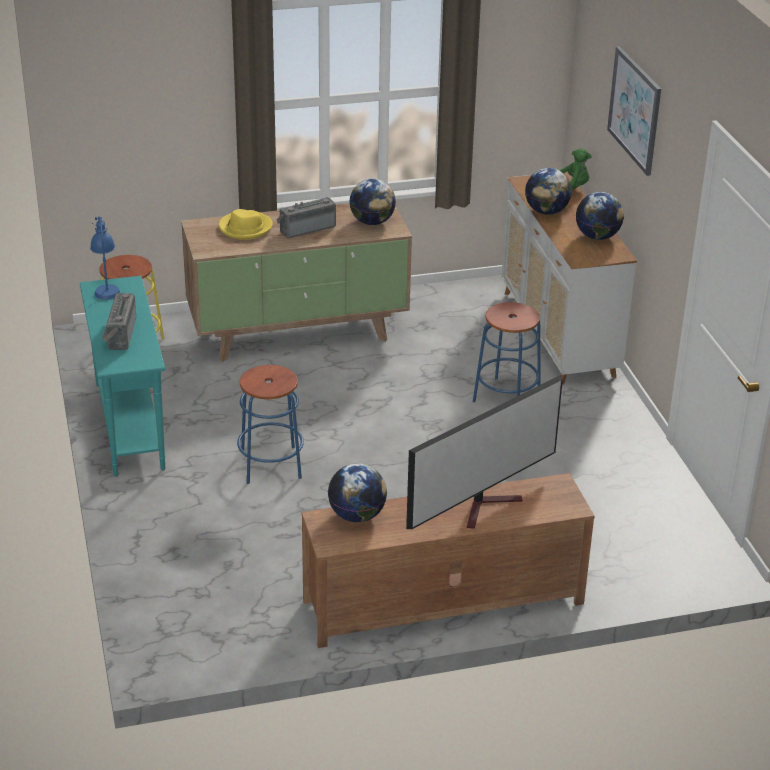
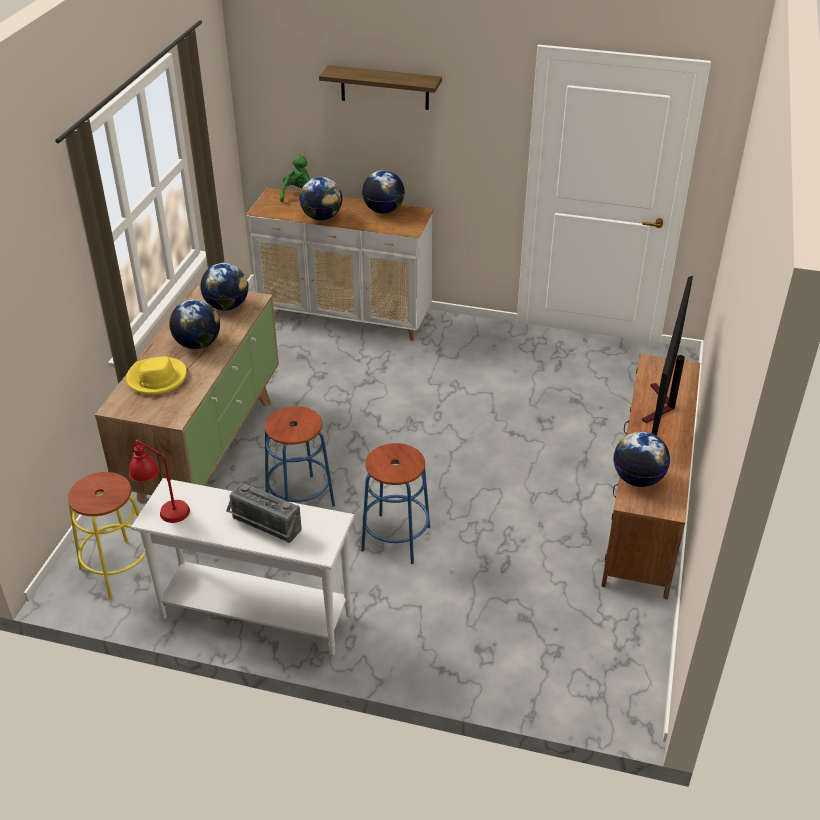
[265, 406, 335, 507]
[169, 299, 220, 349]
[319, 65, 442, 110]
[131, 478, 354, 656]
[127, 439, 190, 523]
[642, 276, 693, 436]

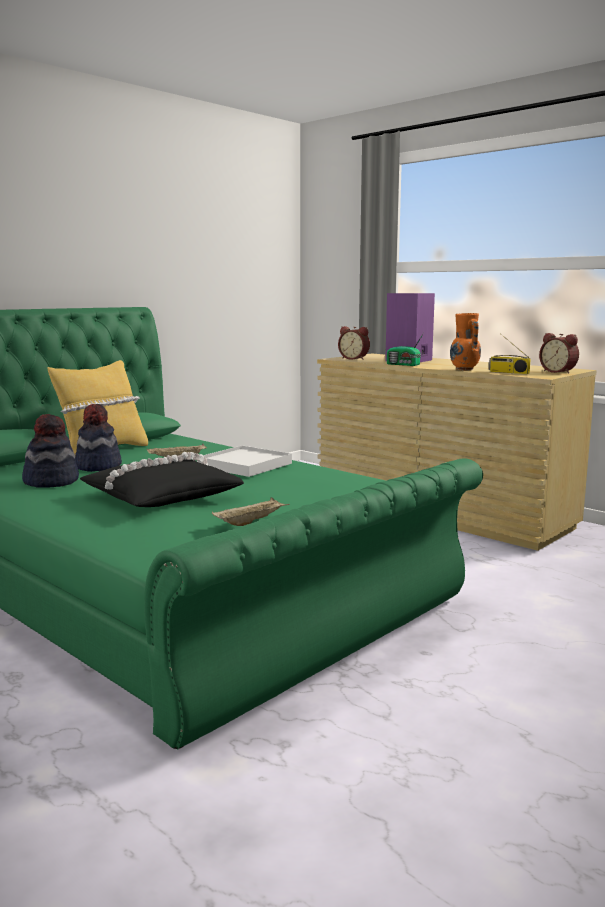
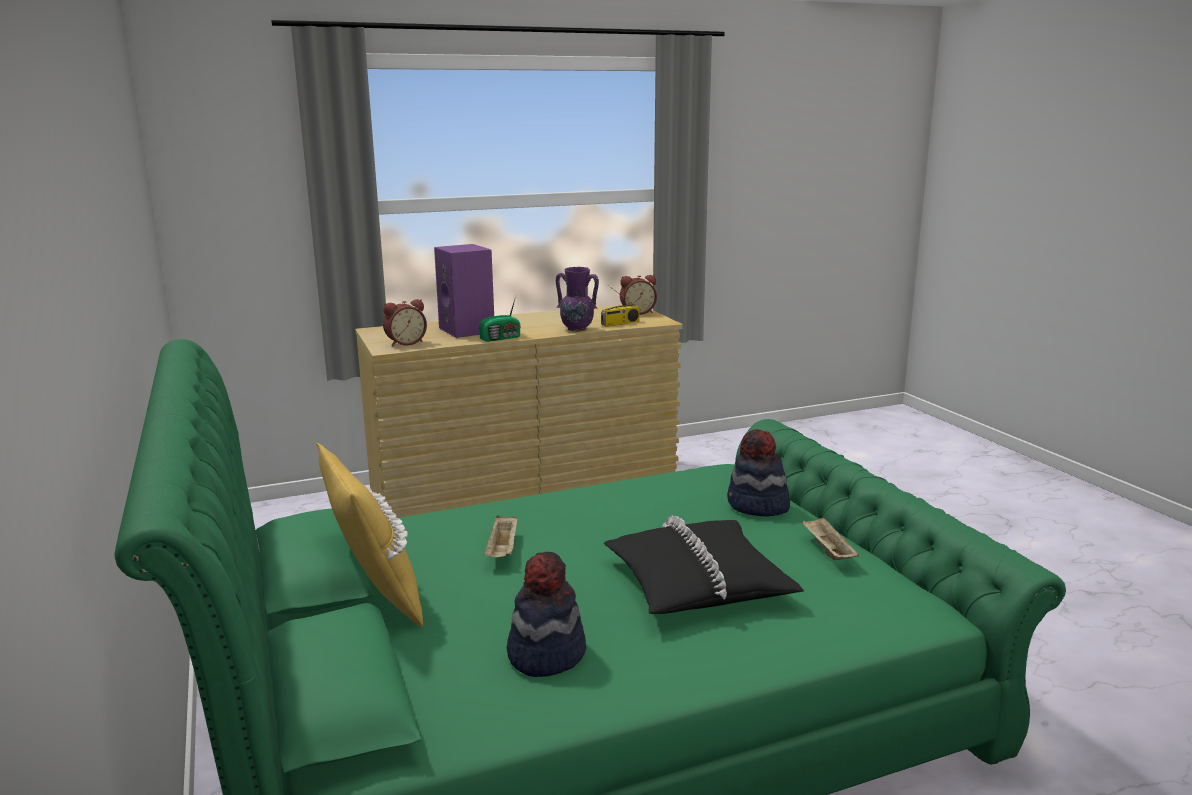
[199, 445, 292, 477] (first image)
[727, 430, 790, 516]
[556, 267, 599, 332]

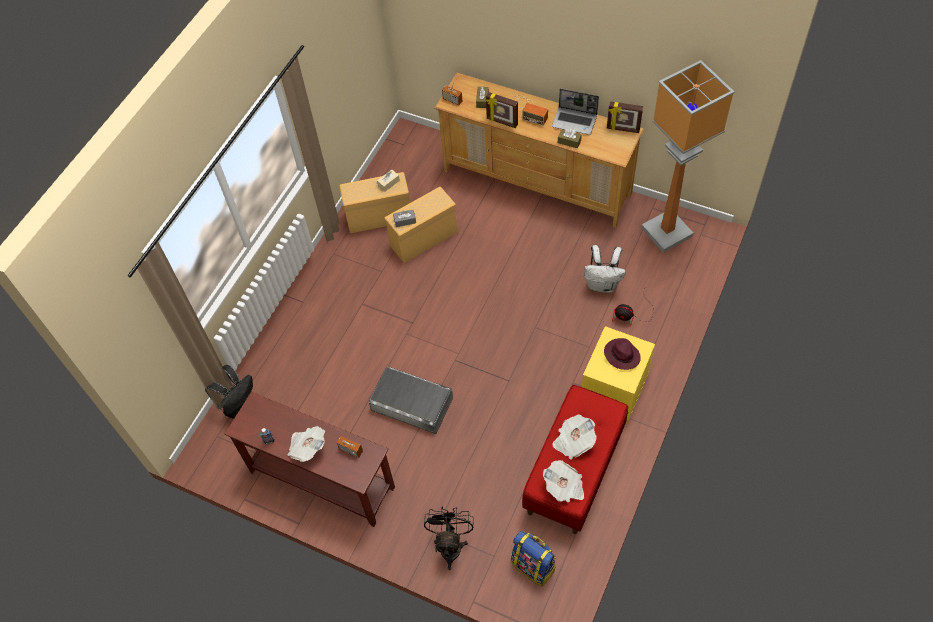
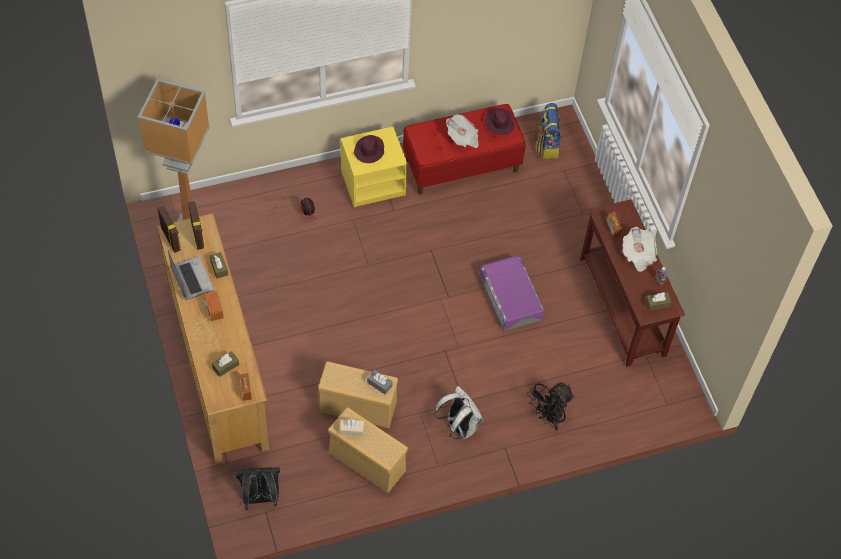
[645, 292, 671, 311]
[235, 467, 280, 510]
[527, 382, 575, 430]
[188, 201, 204, 250]
[434, 386, 483, 439]
[485, 109, 515, 135]
[479, 256, 545, 331]

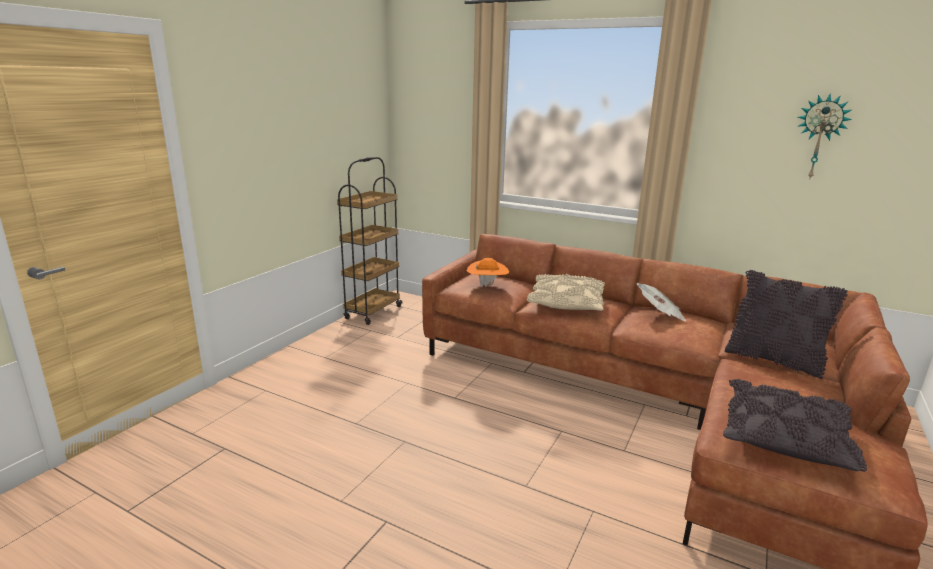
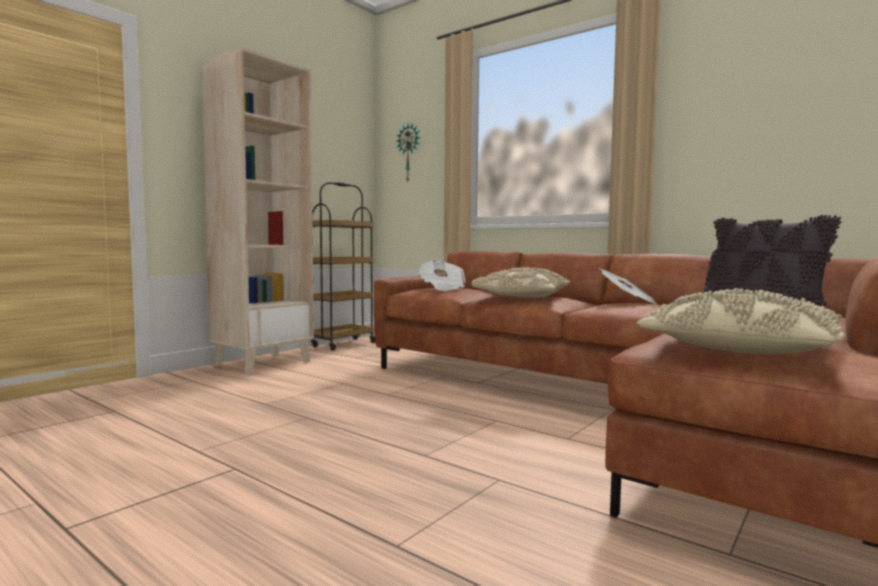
[201, 47, 314, 375]
[396, 123, 421, 182]
[418, 260, 465, 291]
[637, 288, 845, 354]

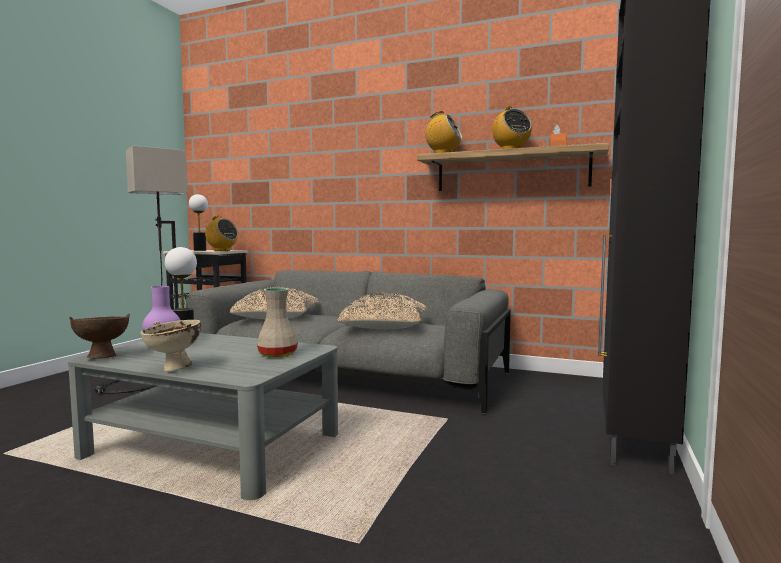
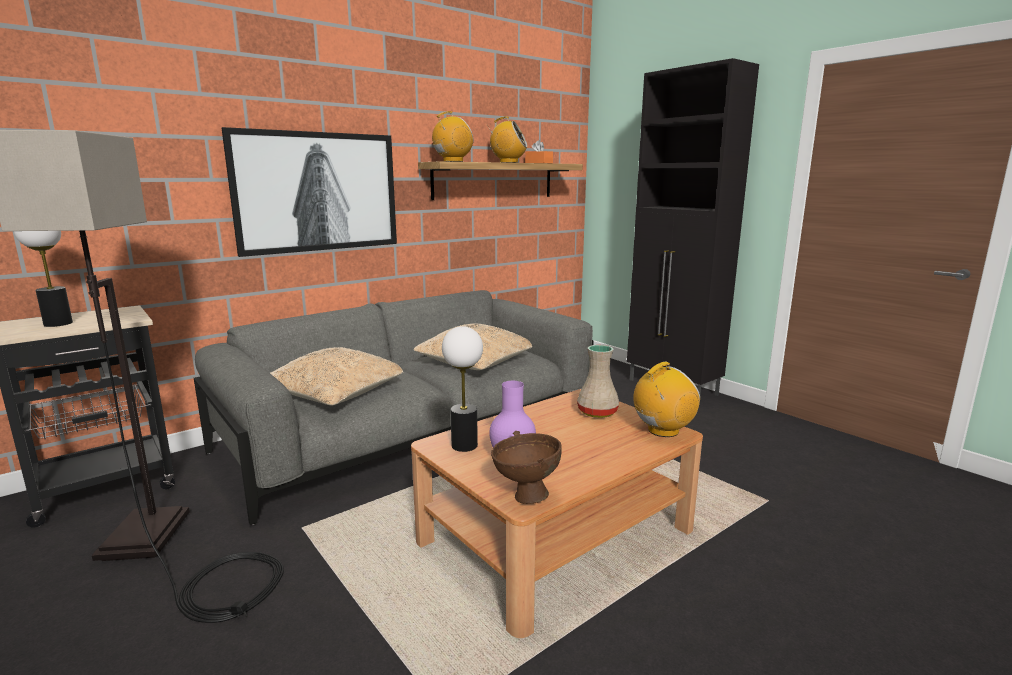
[140, 320, 201, 371] (first image)
[221, 127, 397, 257]
[633, 362, 700, 437]
[411, 389, 703, 638]

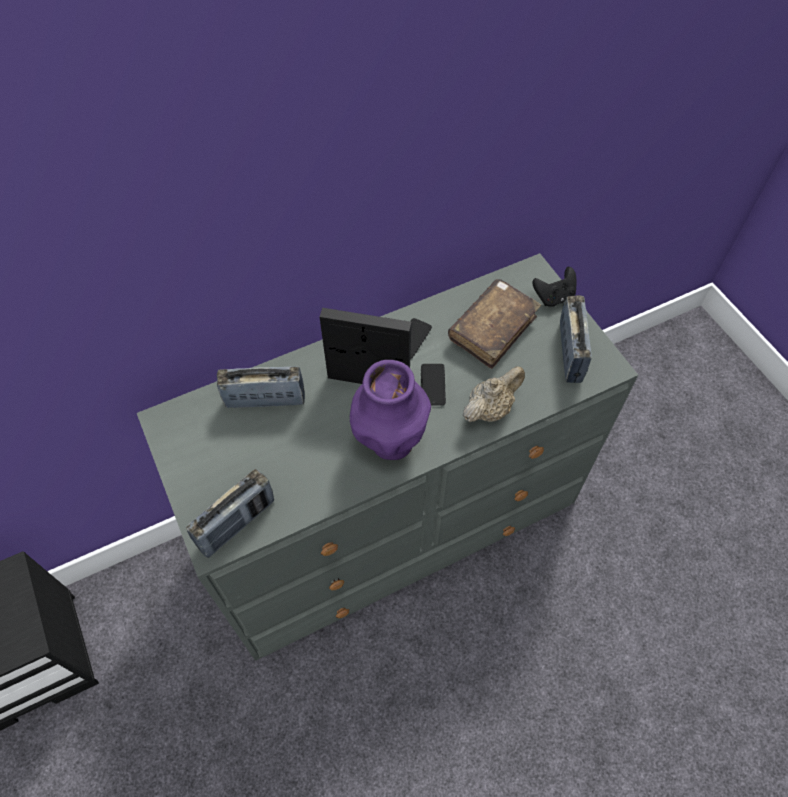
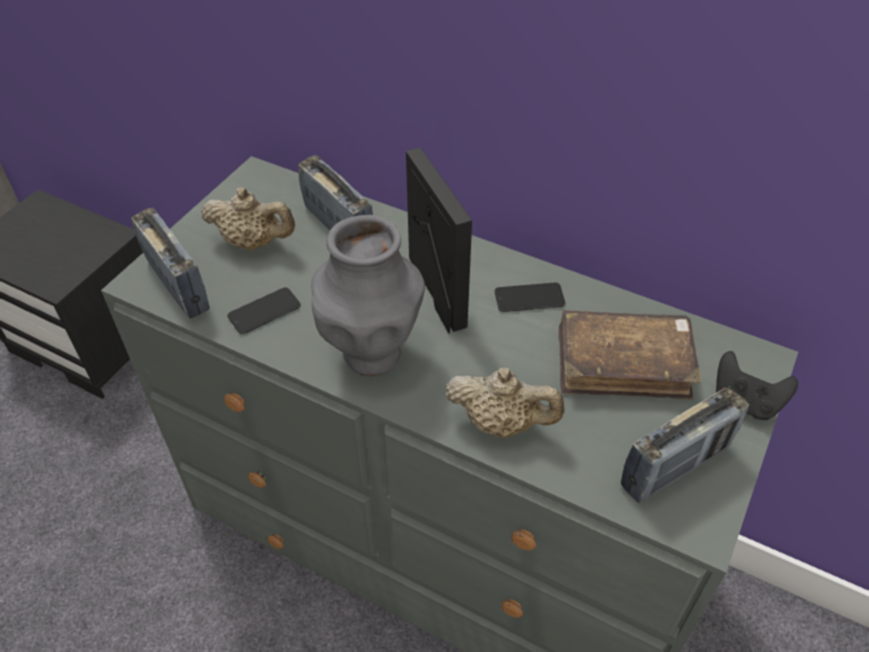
[201, 187, 295, 250]
[227, 287, 301, 334]
[311, 215, 425, 376]
[131, 208, 210, 319]

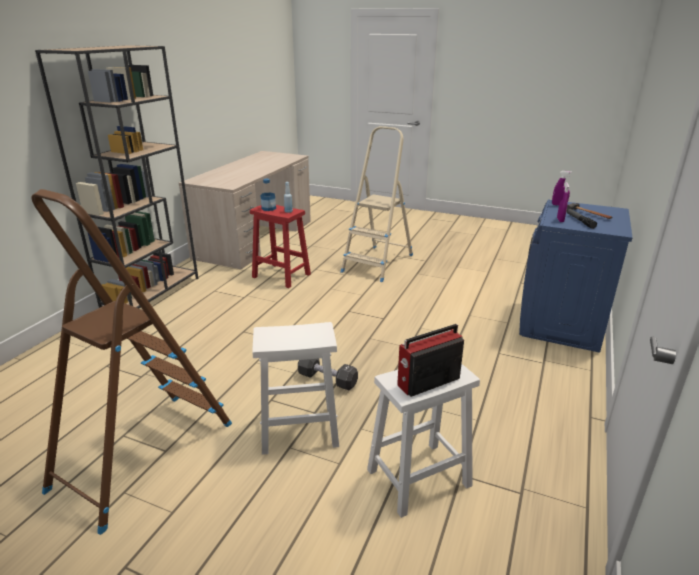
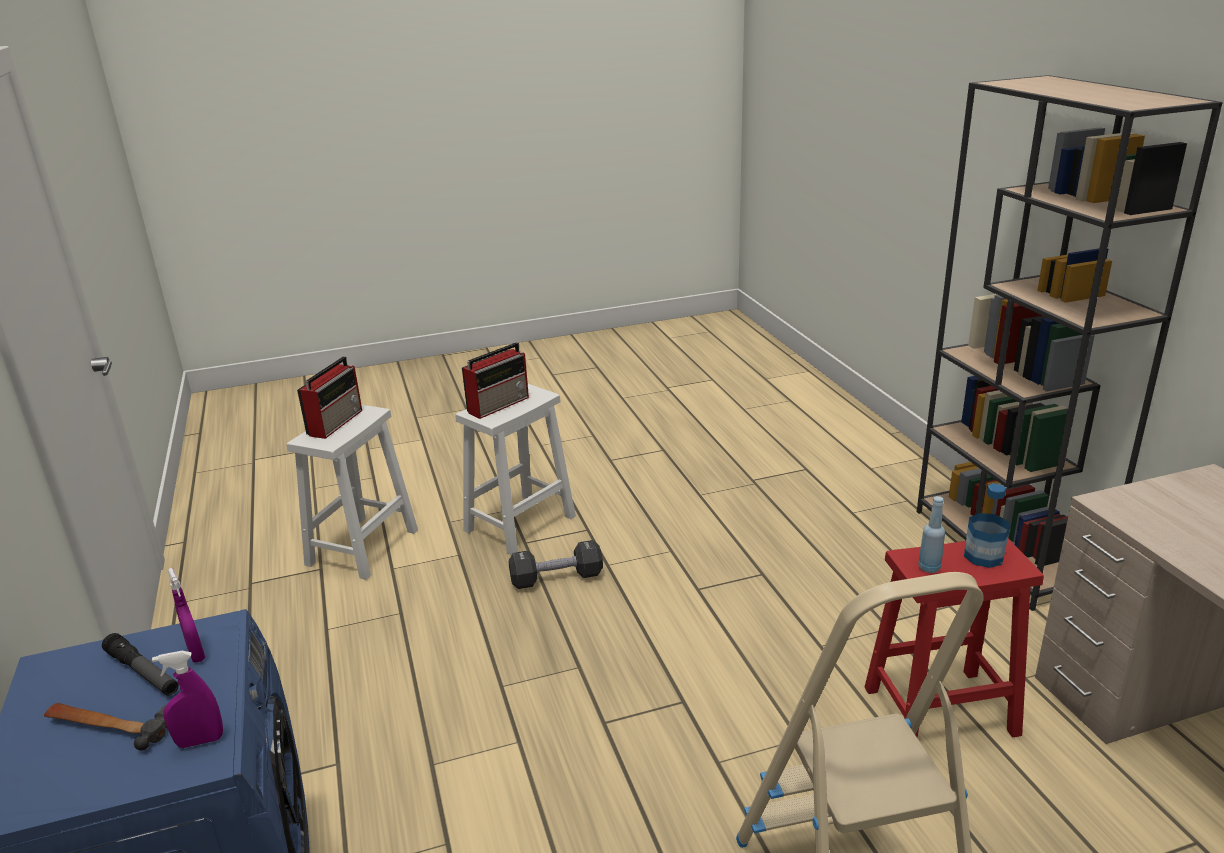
[32, 189, 232, 535] (first image)
[462, 342, 529, 419]

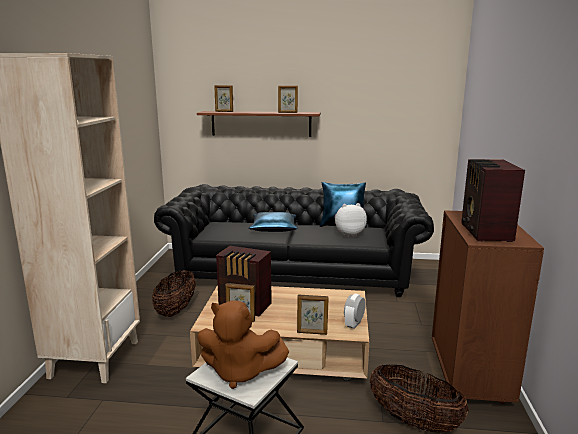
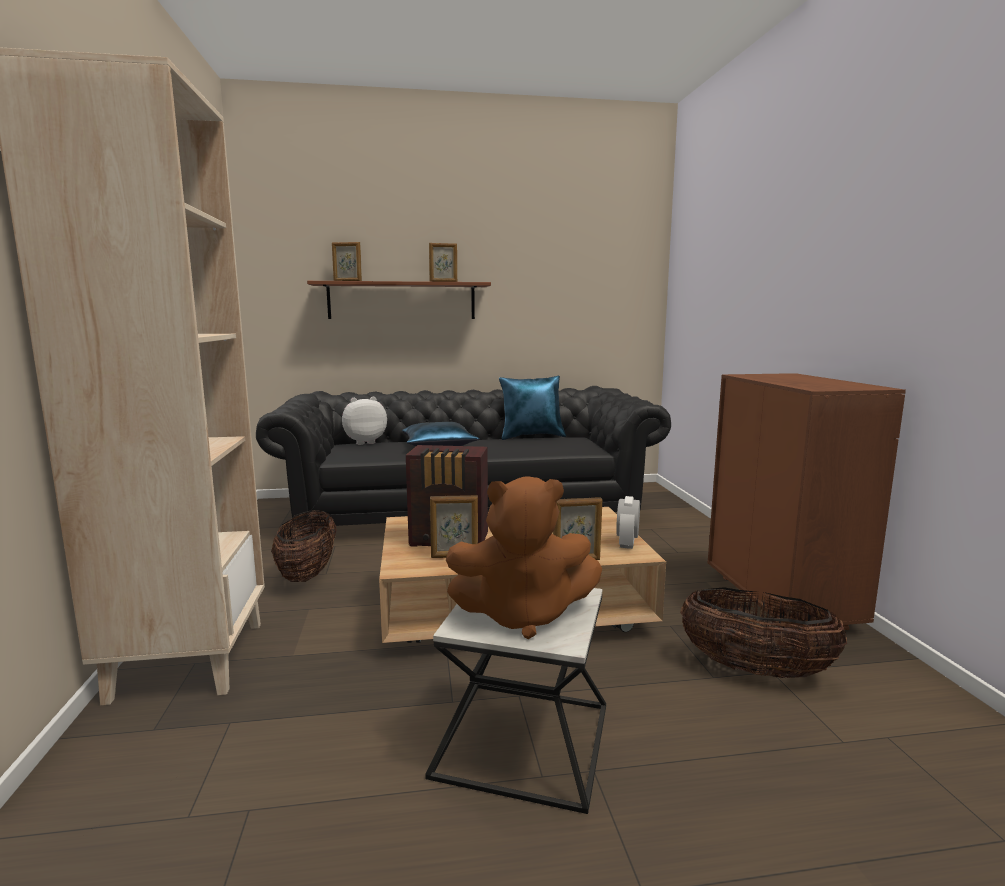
[461, 159, 525, 242] (first image)
[342, 397, 387, 445]

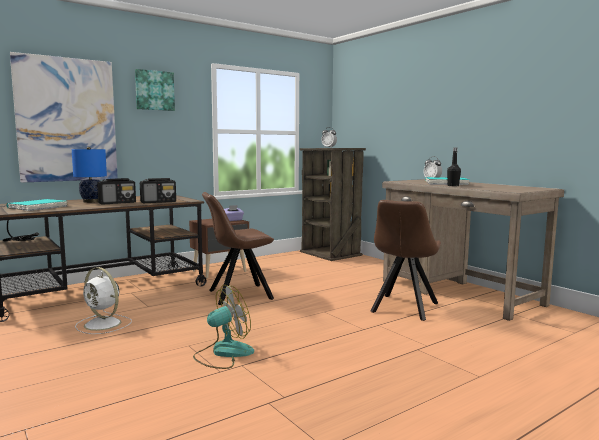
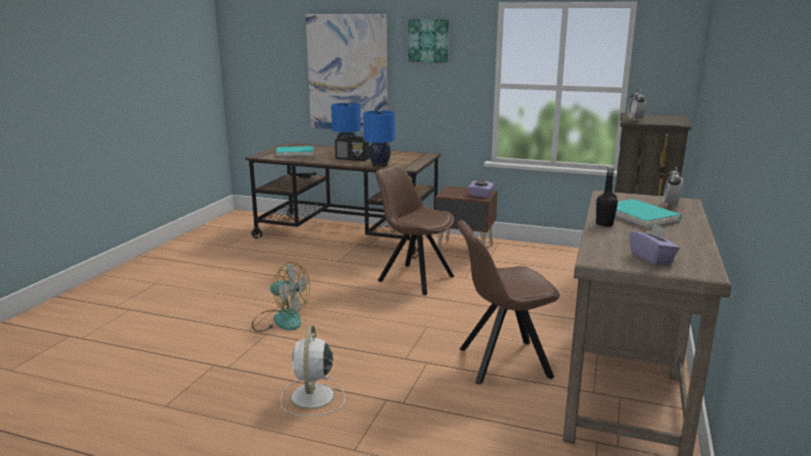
[629, 223, 680, 265]
[280, 325, 345, 416]
[363, 110, 395, 167]

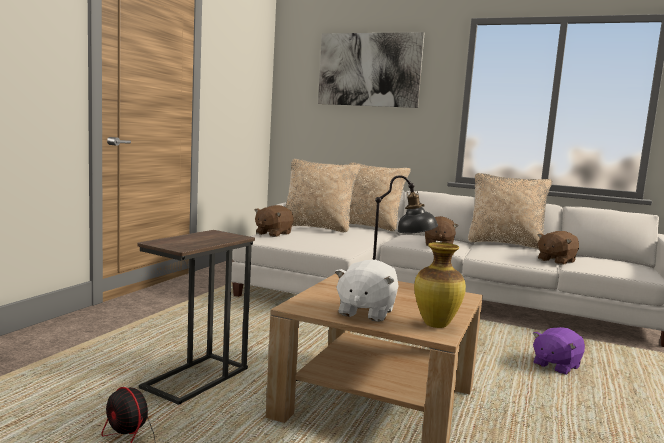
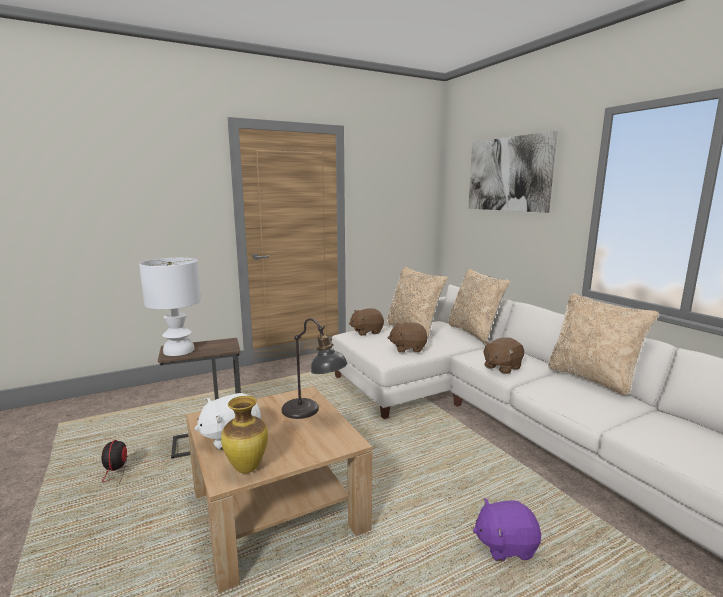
[139, 258, 201, 356]
[388, 323, 428, 353]

